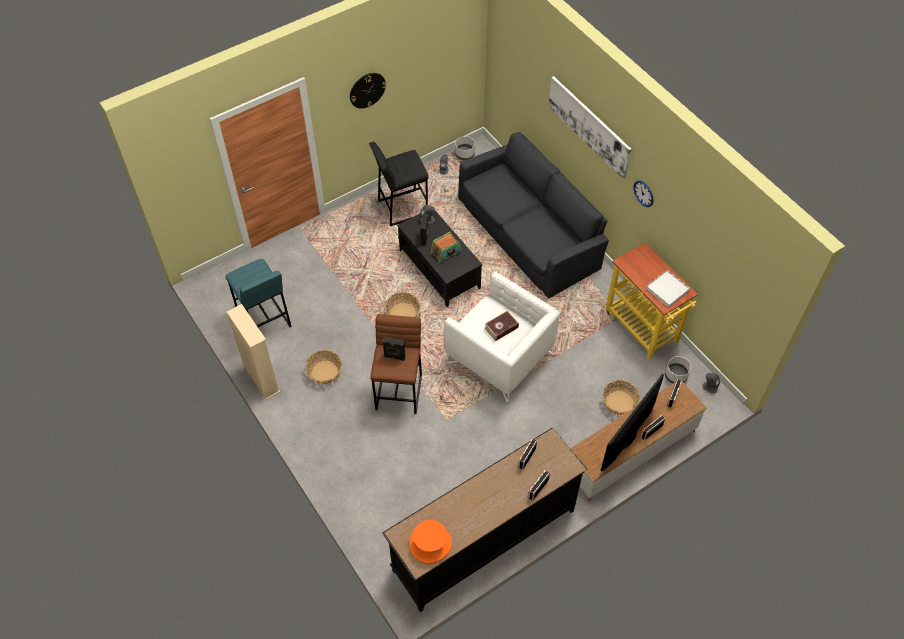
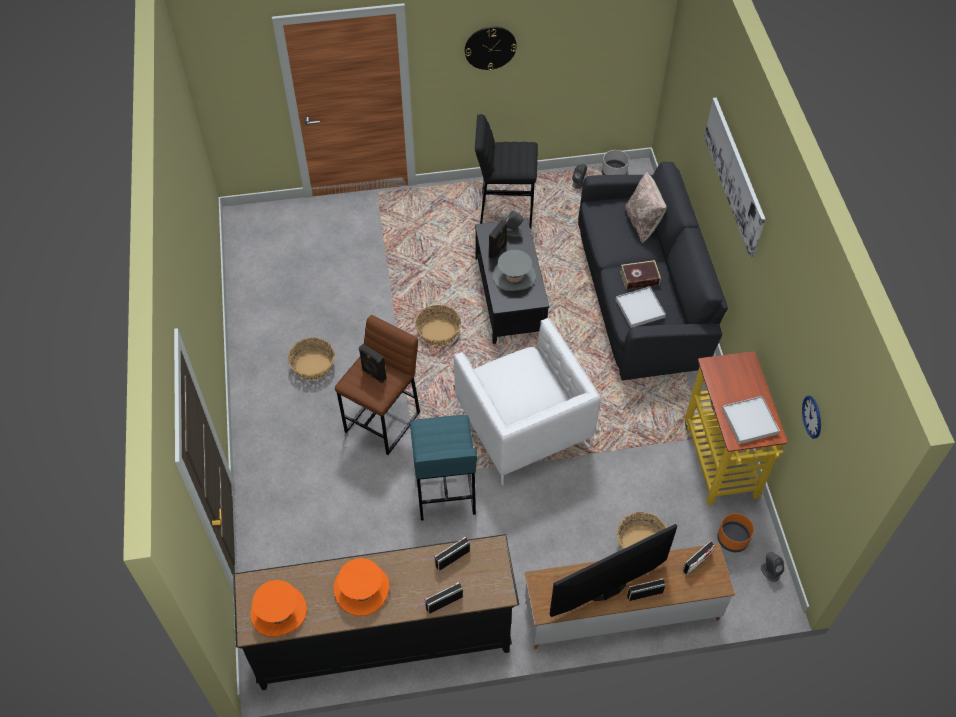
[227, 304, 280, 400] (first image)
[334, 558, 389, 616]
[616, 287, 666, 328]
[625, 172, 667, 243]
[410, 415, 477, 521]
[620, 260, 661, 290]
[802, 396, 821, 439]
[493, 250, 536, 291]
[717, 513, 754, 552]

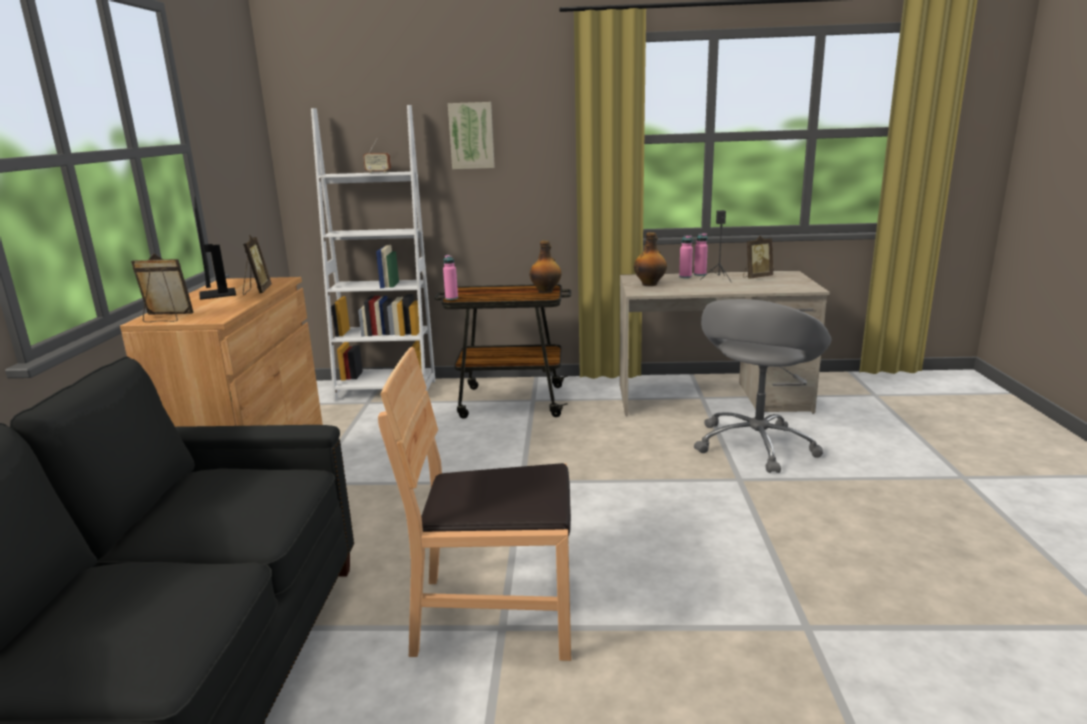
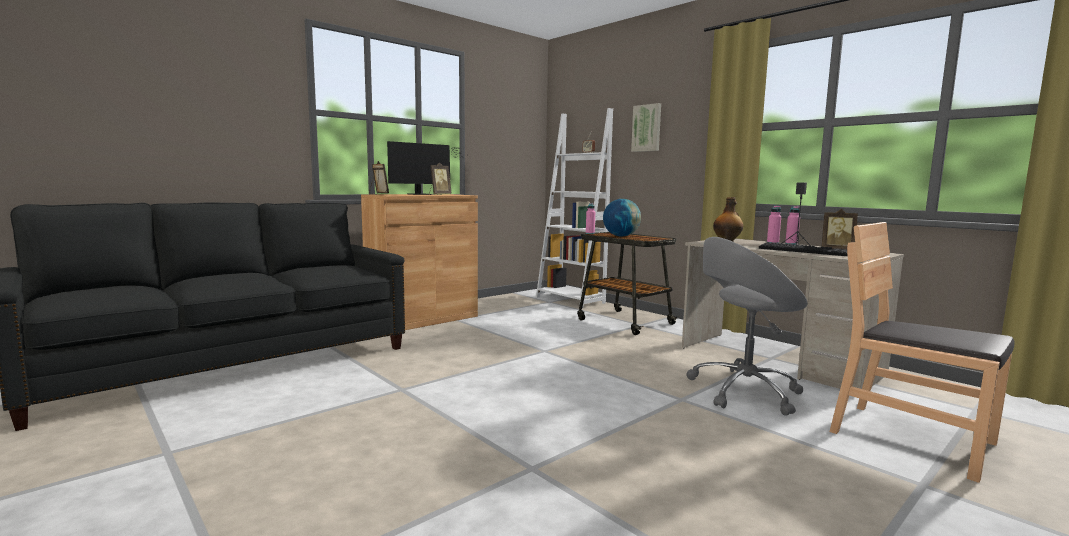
[529, 240, 561, 293] (first image)
[603, 199, 641, 236]
[759, 242, 848, 256]
[829, 222, 1015, 483]
[387, 141, 464, 195]

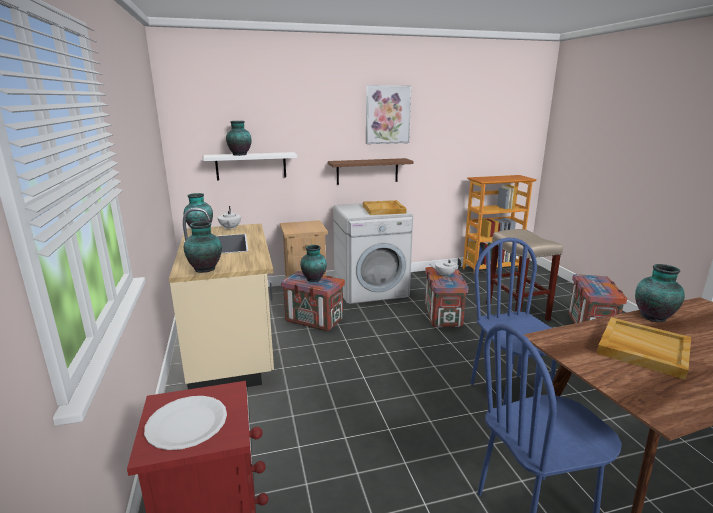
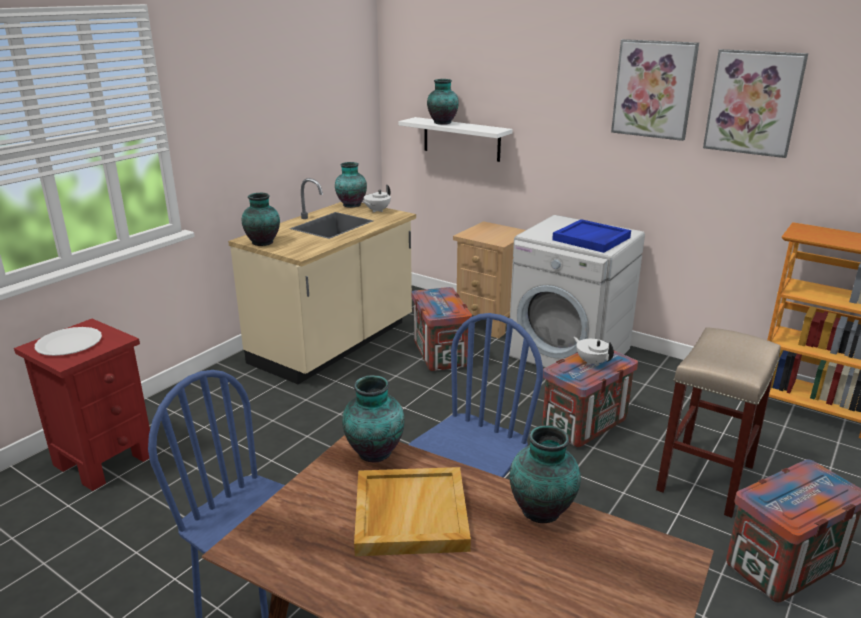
[328, 158, 414, 185] (first image)
[703, 49, 808, 158]
[342, 375, 404, 462]
[552, 219, 631, 253]

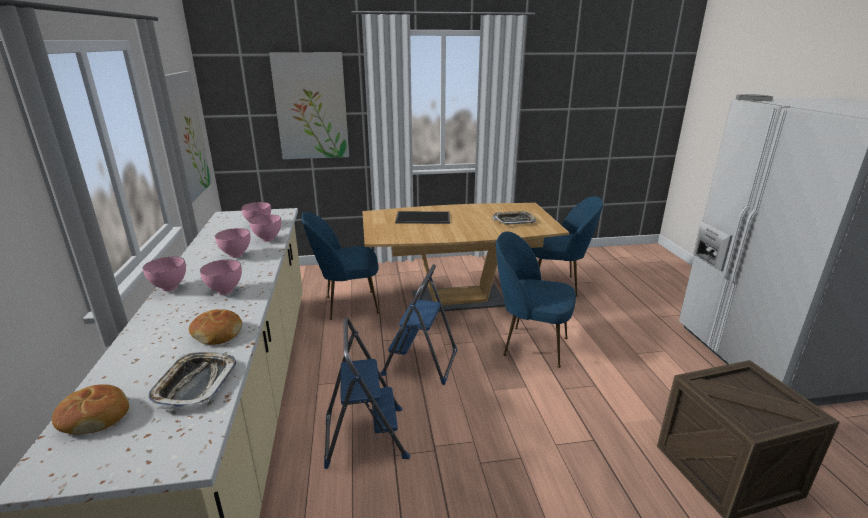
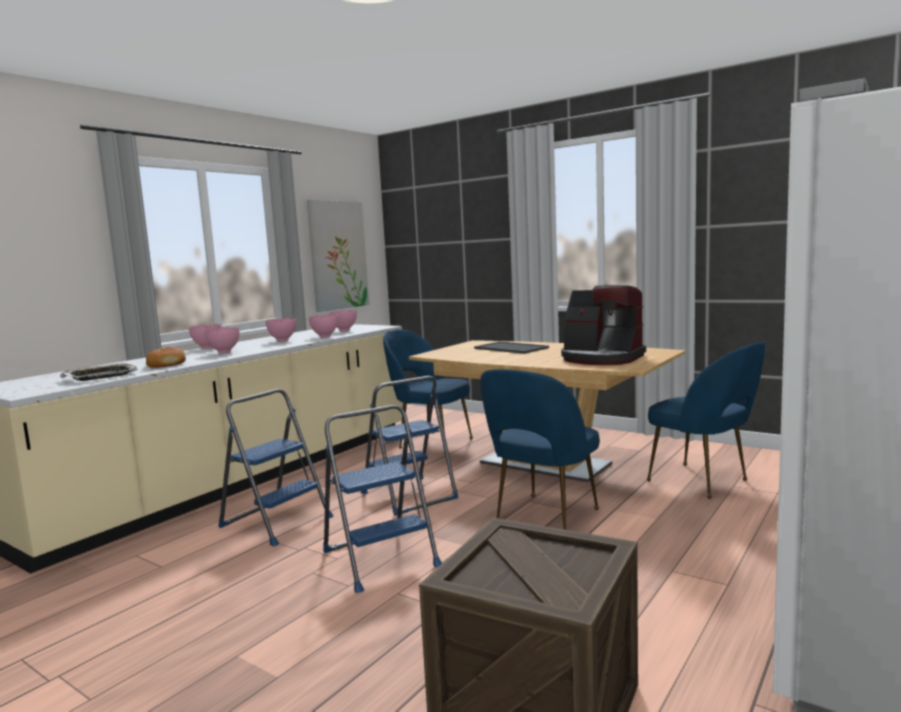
[52, 384, 129, 434] (first image)
[269, 52, 349, 159] (first image)
[323, 405, 442, 593]
[561, 285, 646, 365]
[480, 369, 600, 530]

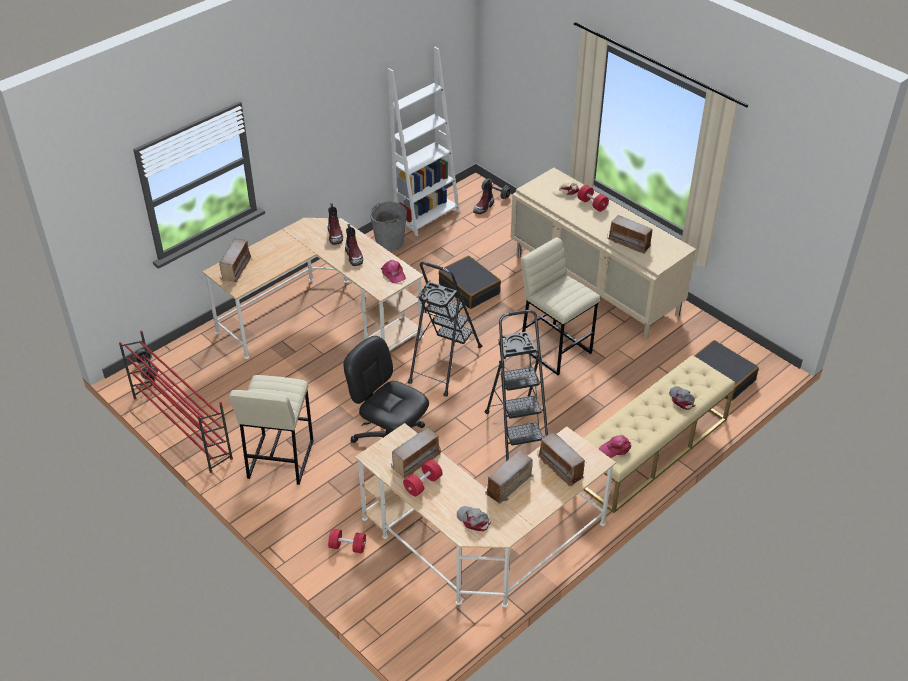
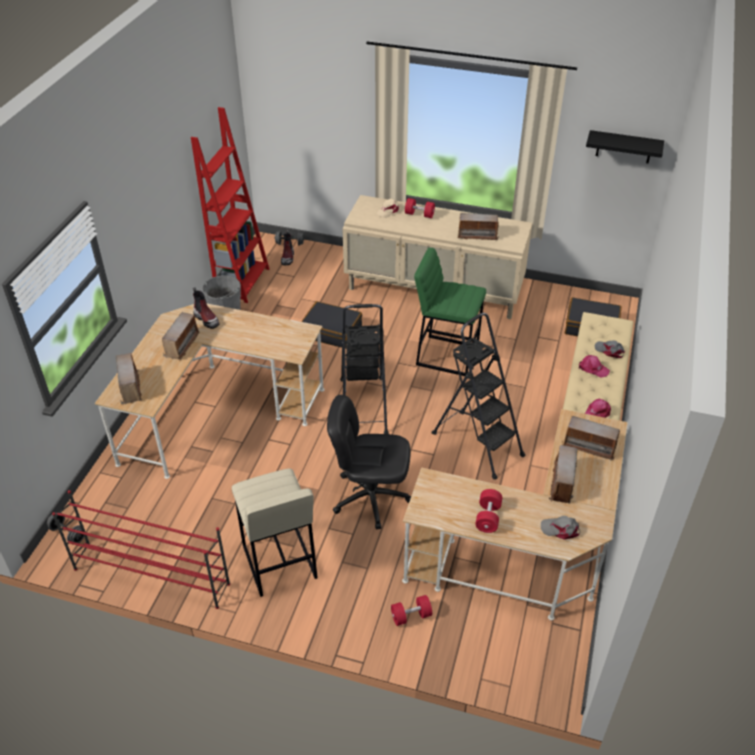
[345, 224, 363, 266] (first image)
[586, 130, 664, 163]
[579, 355, 610, 378]
[162, 312, 199, 360]
[191, 107, 269, 303]
[414, 248, 486, 376]

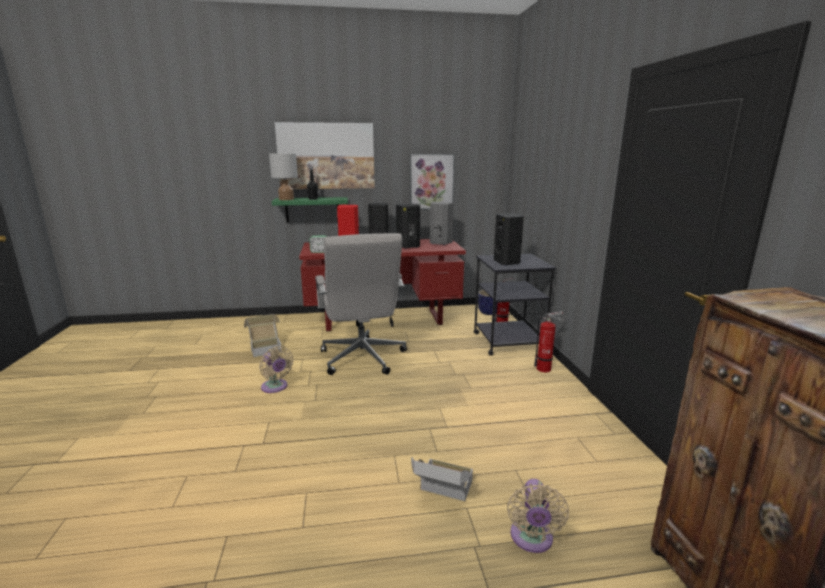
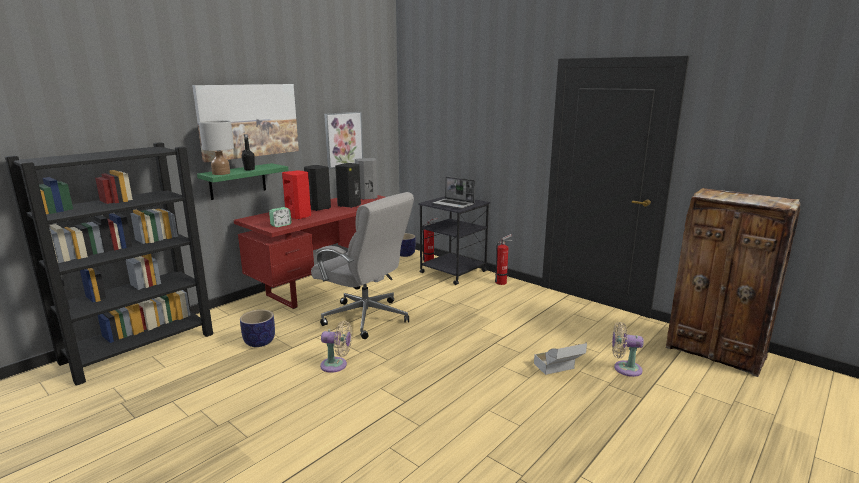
[5, 142, 213, 386]
[240, 310, 275, 347]
[433, 176, 475, 209]
[612, 322, 644, 377]

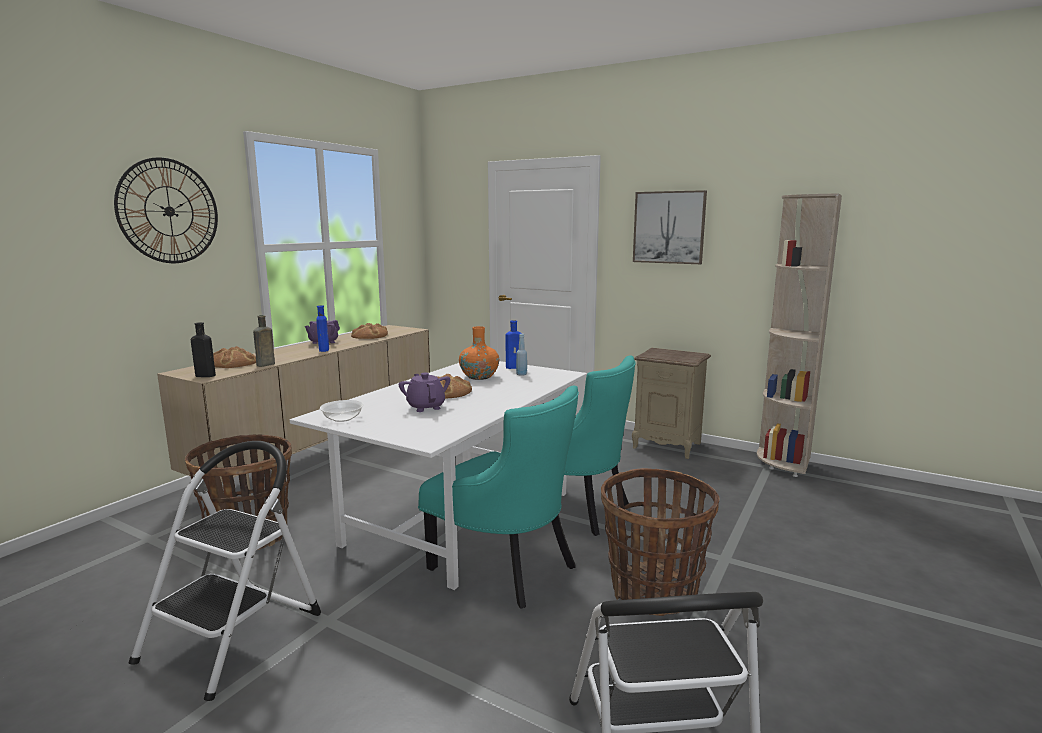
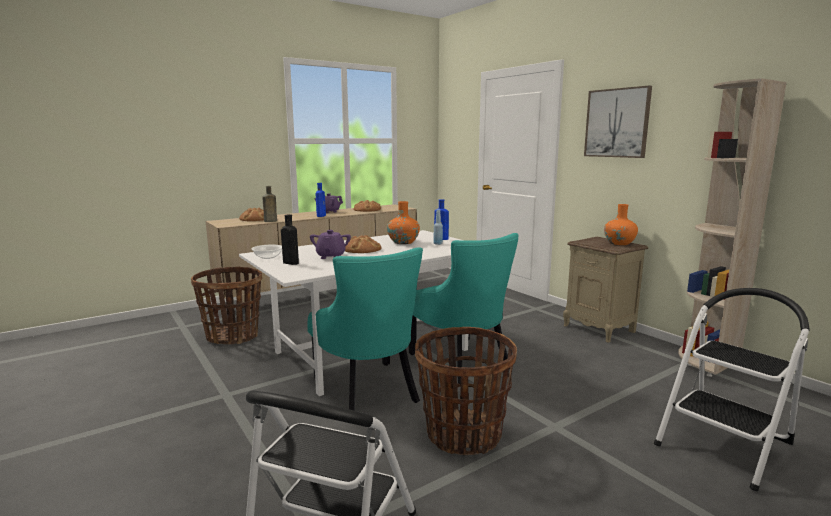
[114, 157, 218, 263] (first image)
[604, 204, 638, 245]
[654, 288, 810, 491]
[281, 214, 299, 265]

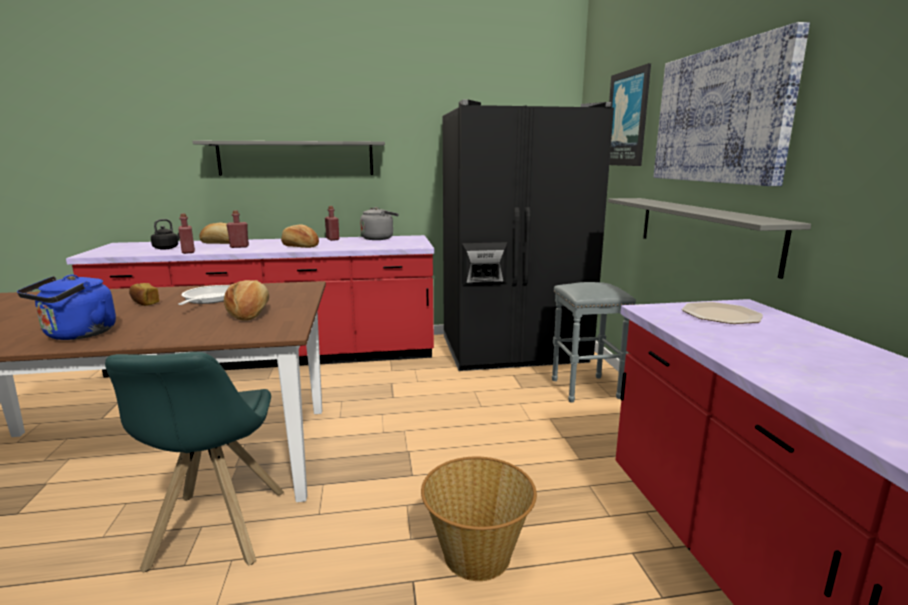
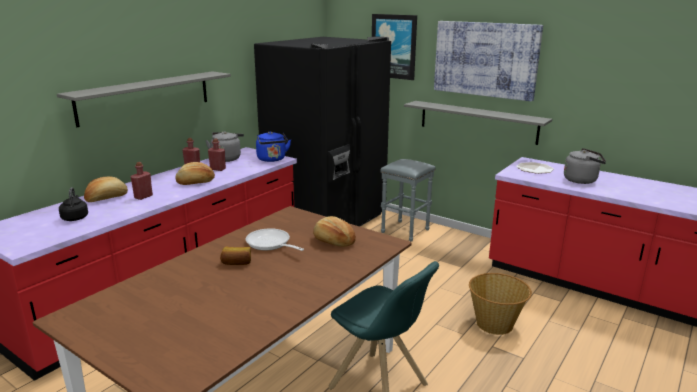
[564, 148, 606, 184]
[256, 131, 291, 162]
[208, 139, 226, 171]

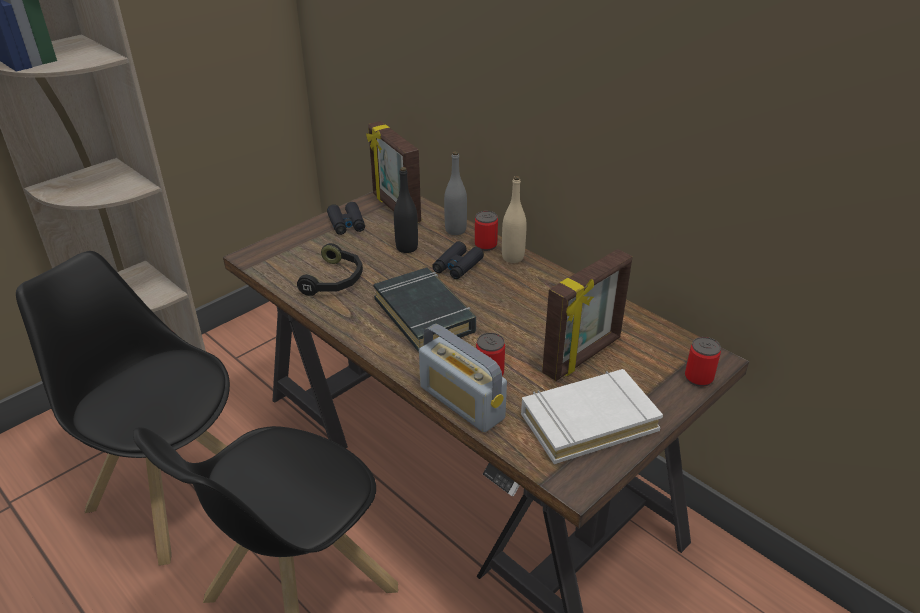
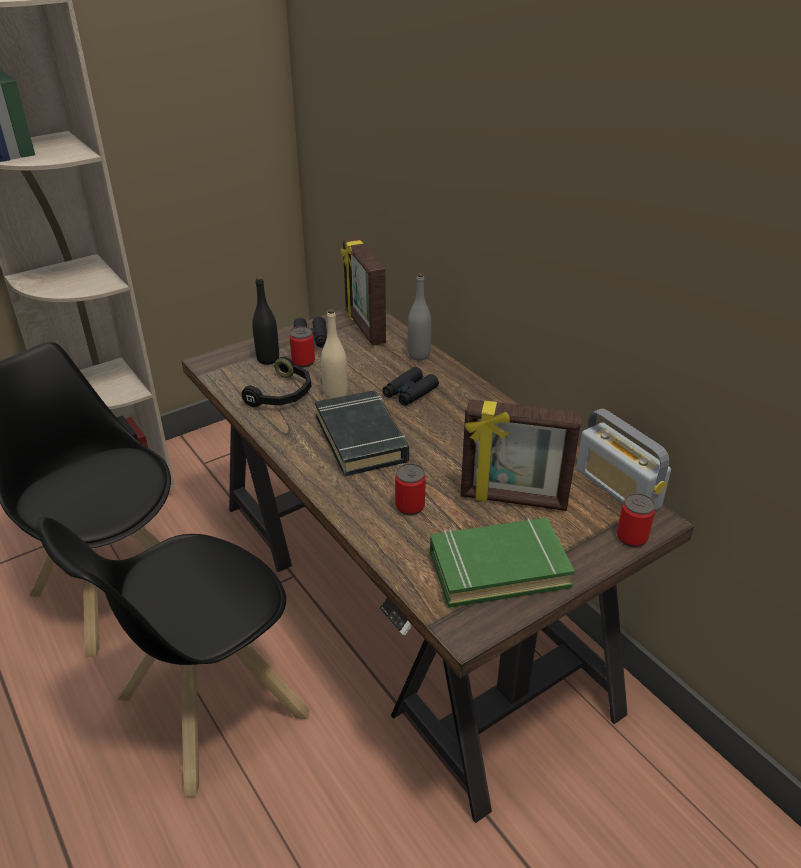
[252, 277, 279, 365]
[576, 409, 671, 511]
[289, 326, 315, 368]
[321, 309, 348, 399]
[430, 518, 575, 608]
[460, 399, 582, 511]

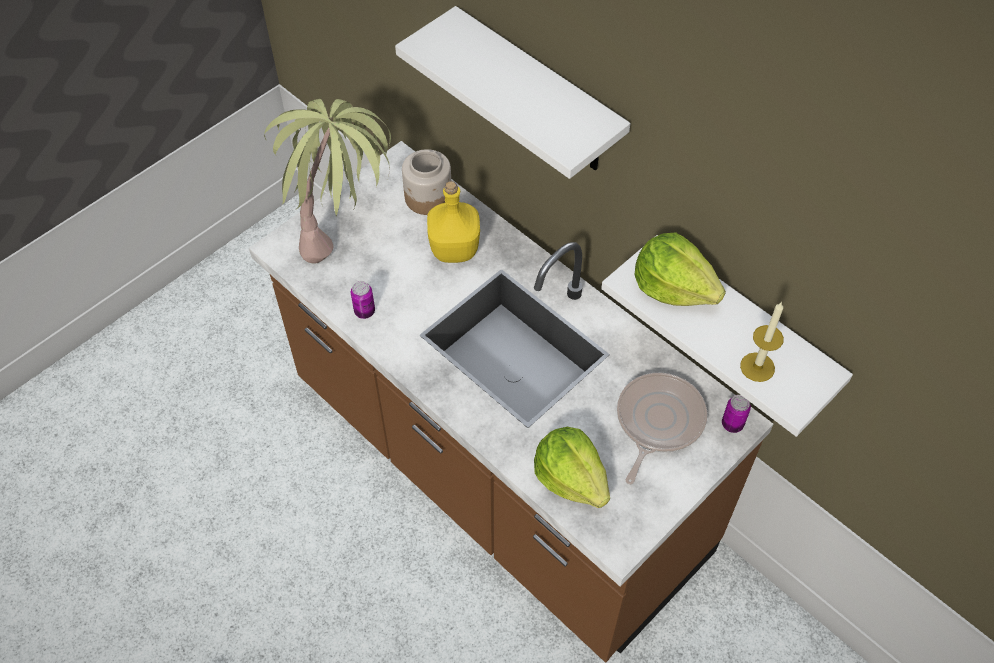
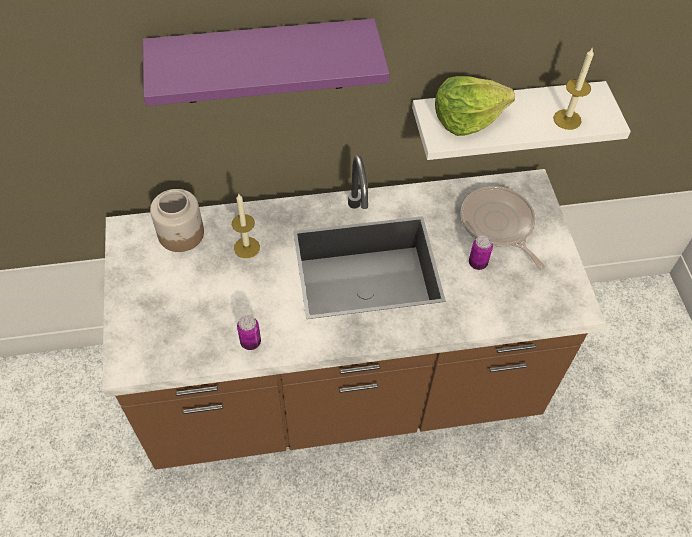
[264, 99, 391, 263] (first image)
[534, 427, 610, 508] (first image)
[469, 235, 493, 270]
[232, 193, 260, 258]
[143, 18, 390, 106]

